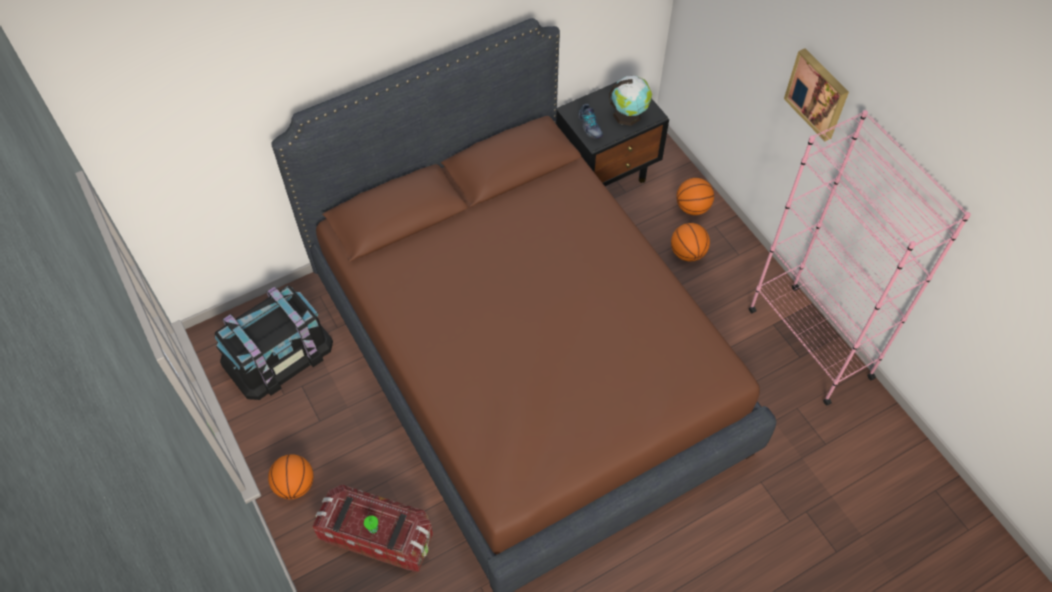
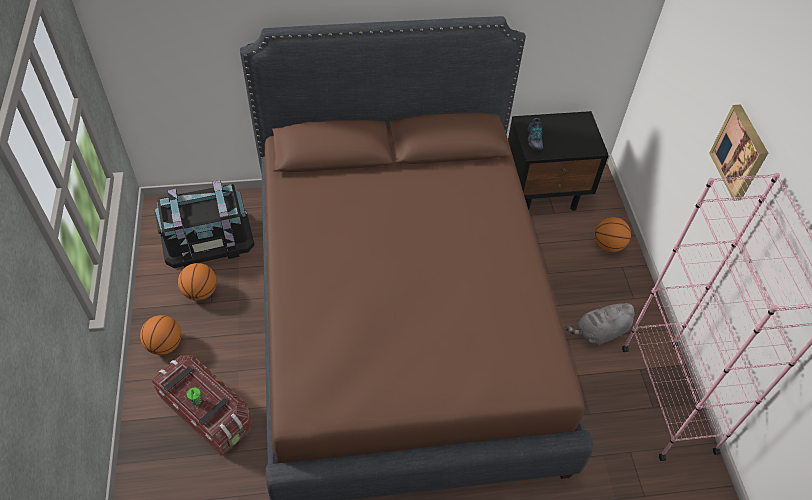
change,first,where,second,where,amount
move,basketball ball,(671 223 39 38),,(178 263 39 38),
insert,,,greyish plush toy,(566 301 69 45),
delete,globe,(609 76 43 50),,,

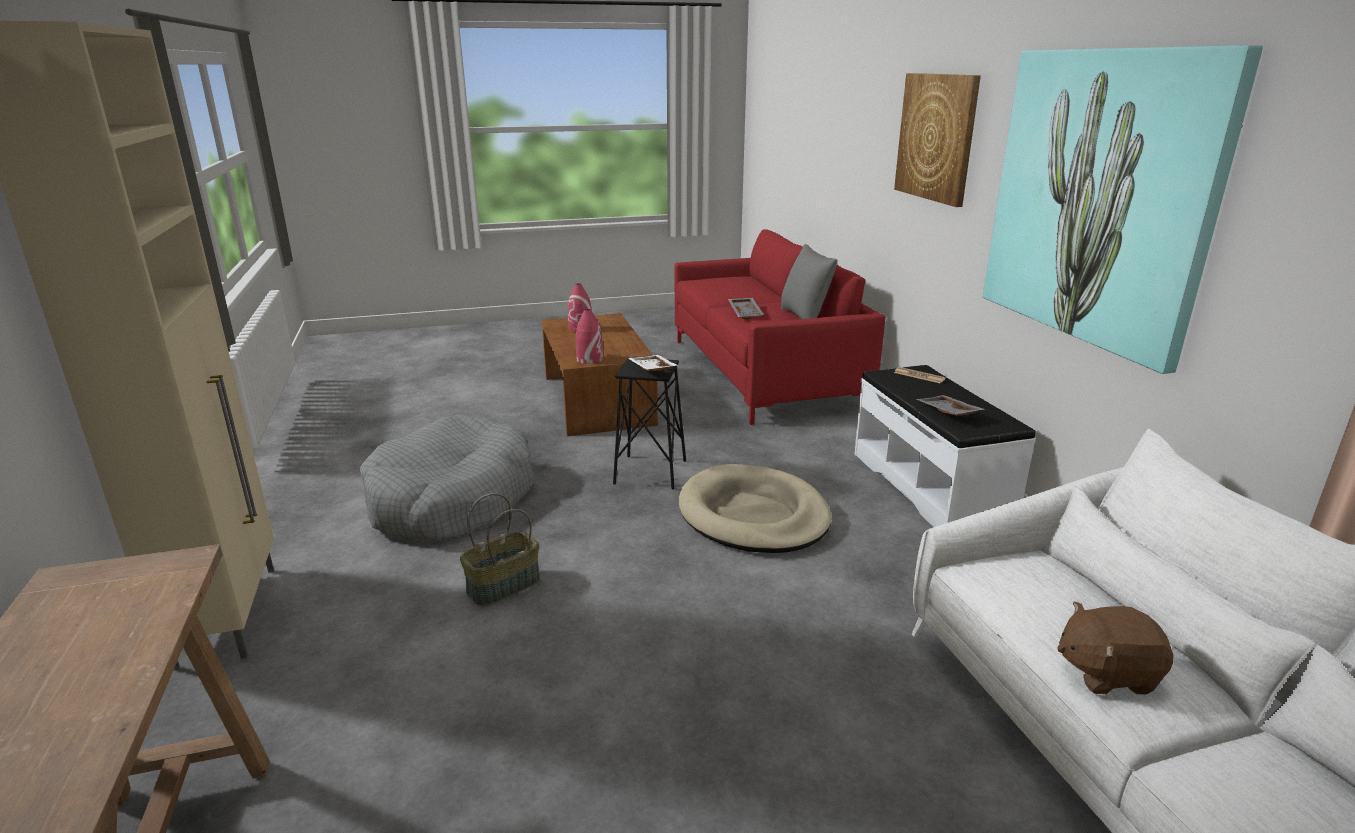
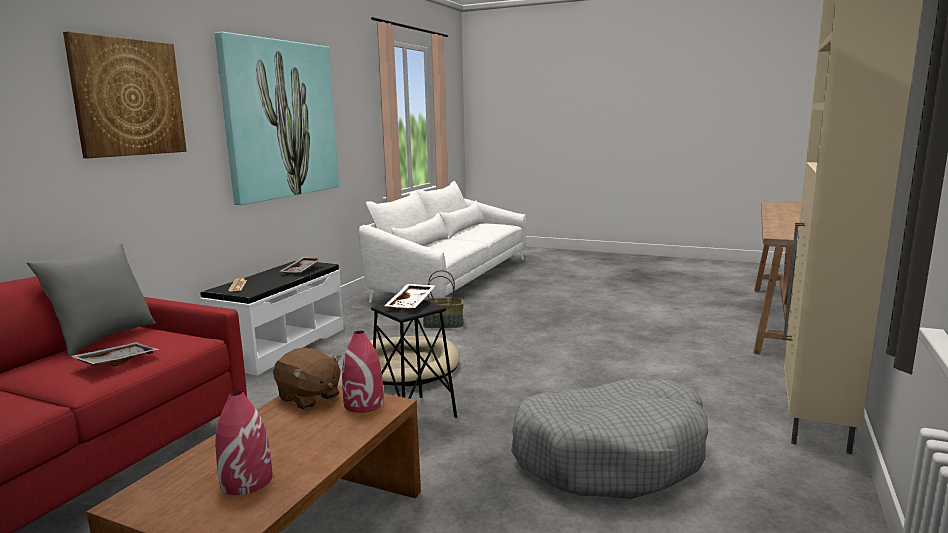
change,first,where,second,where,amount
move,brown-coloured plush toy,(1057 601 116 94),,(273 348 68 62),
move,household basket,(460 493 80 113),,(423 270 41 58),

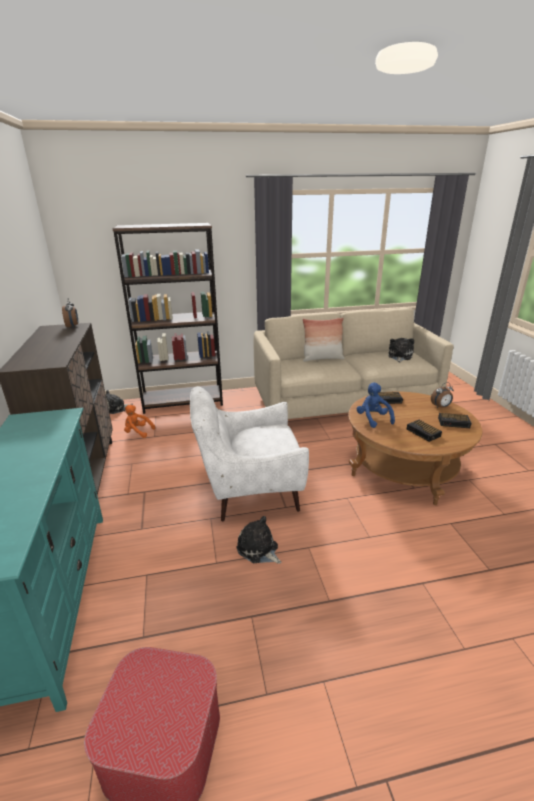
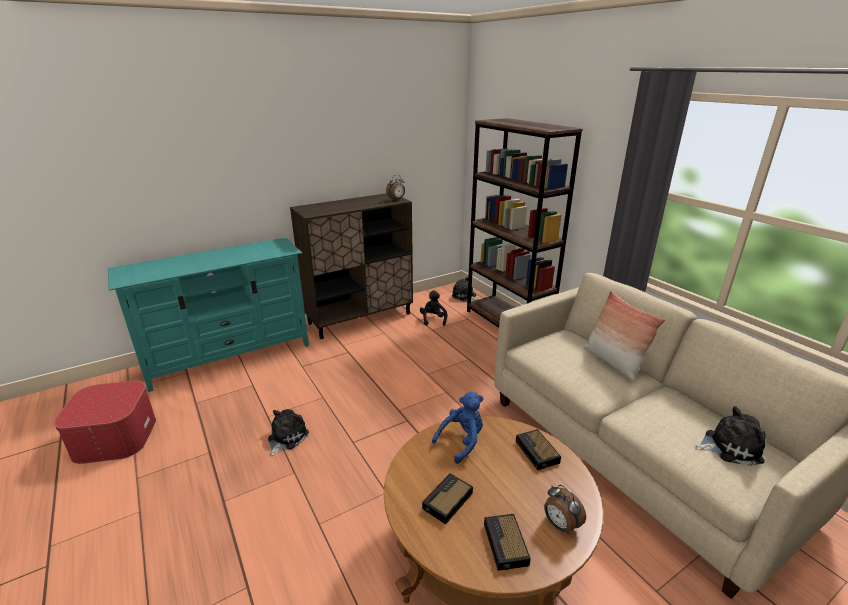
change,first,where,second,where,amount
recolor,orange plush toy,(124 405 31 33),black-coloured plush toy,(420 290 27 36),
delete,white lounge chair,(190 386 119 135),,,

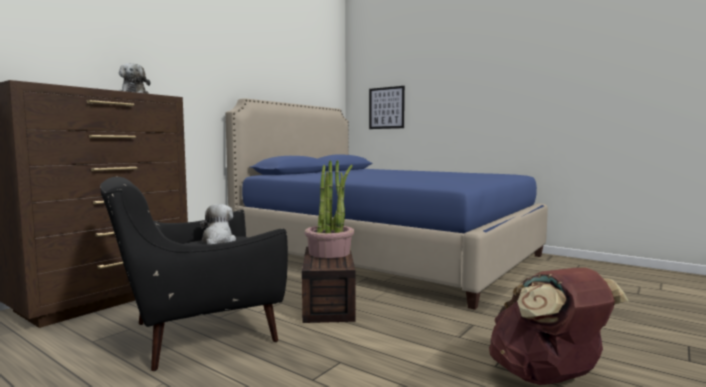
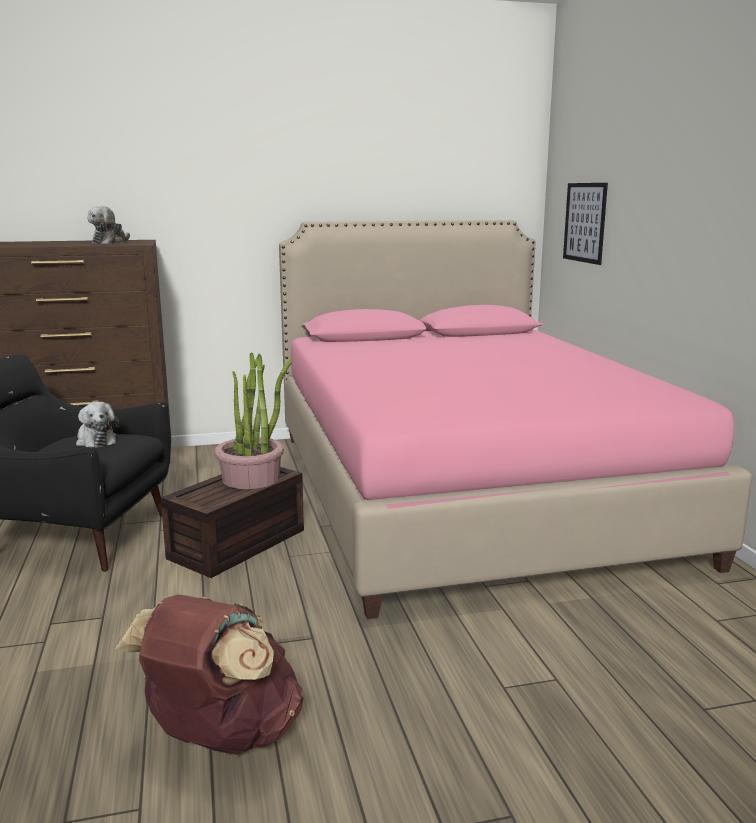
change,first,where,second,where,amount
rotate,plush toy,(199 204 37 40),,(76 402 44 46),105 degrees clockwise
recolor,bluish bedroom bed,(225 98 323 212),pink-coloured bedroom bed,(279 220 473 399),

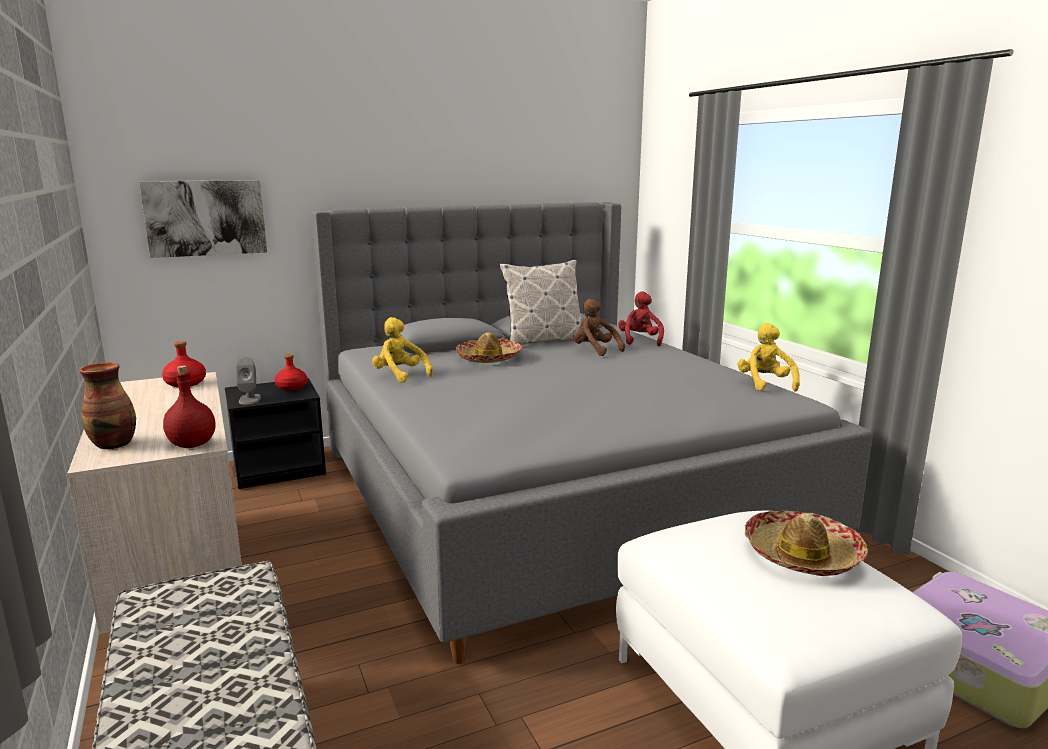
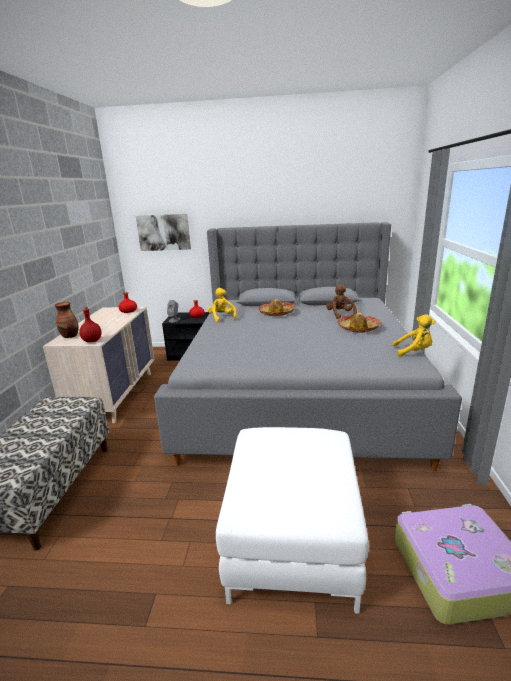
change,first,where,second,where,amount
move,clothing hat,(745 511 123 65),,(337 312 44 21),
rotate,yellow-coloured plush toy,(737 323 63 69),,(393 314 42 43),75 degrees clockwise
delete,pillow,(499 260 83 85),,,
delete,red plush toy,(618 291 46 55),,,

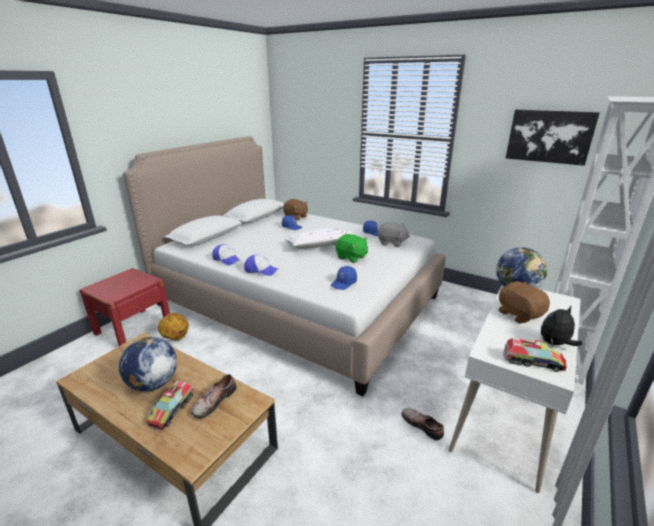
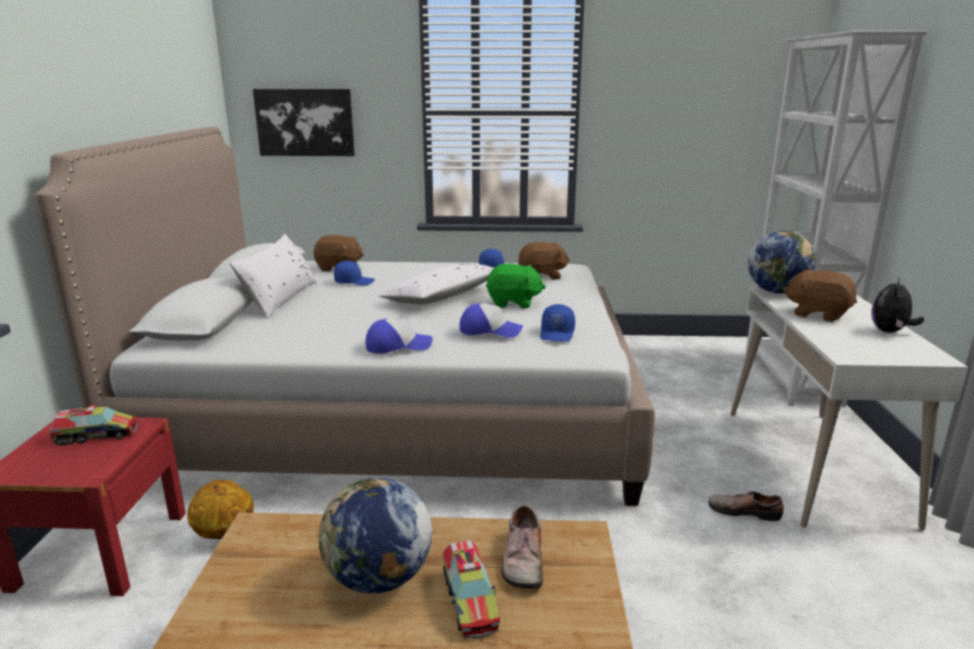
change,first,where,second,where,amount
move,toy lorry,(503 338 64 34),,(50 405 88 40),
insert,,,white pillow,(229 234 88 85),
move,wall art,(506 110 94 56),,(253 89 102 67),
move,baseball cap,(212 244 29 22),,(459 303 64 35),
recolor,greyish plush toy,(378 222 32 25),brown-coloured plush toy,(518 242 52 38),

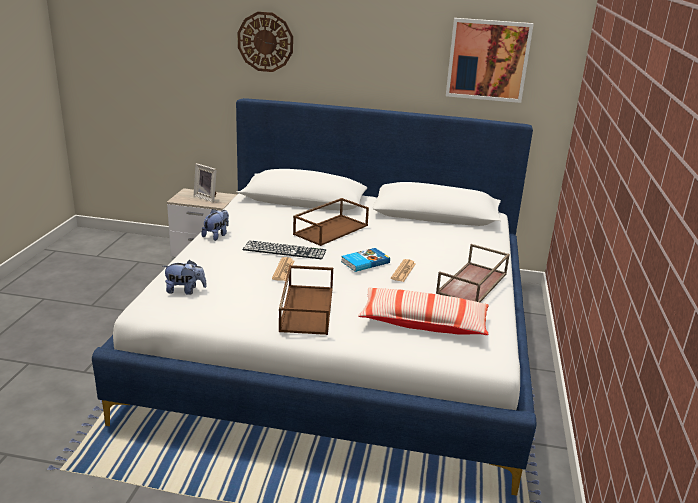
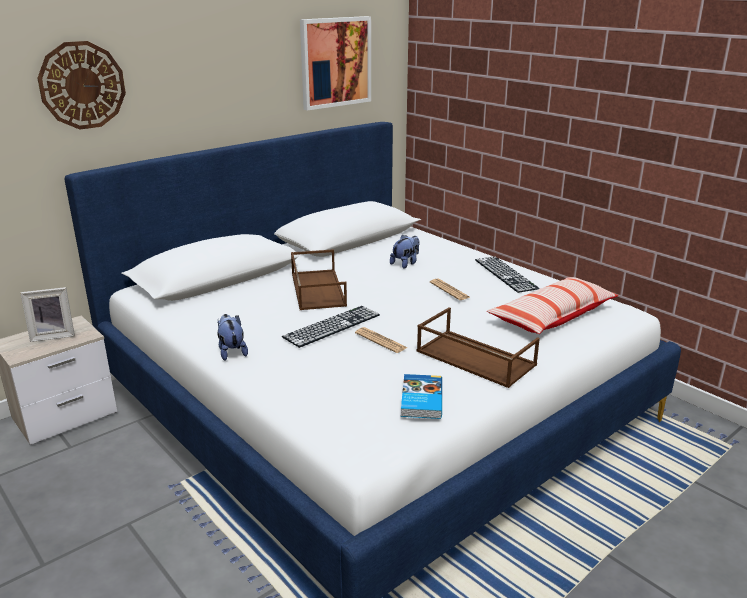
change,first,where,second,where,amount
move,plush toy,(163 260 44 35),,(390 235 29 34),
move,bound book,(341 248 49 24),,(401 374 41 45),
replace,brown-coloured carrying tray,(436 244 74 58),computer keyboard,(475 256 65 37),

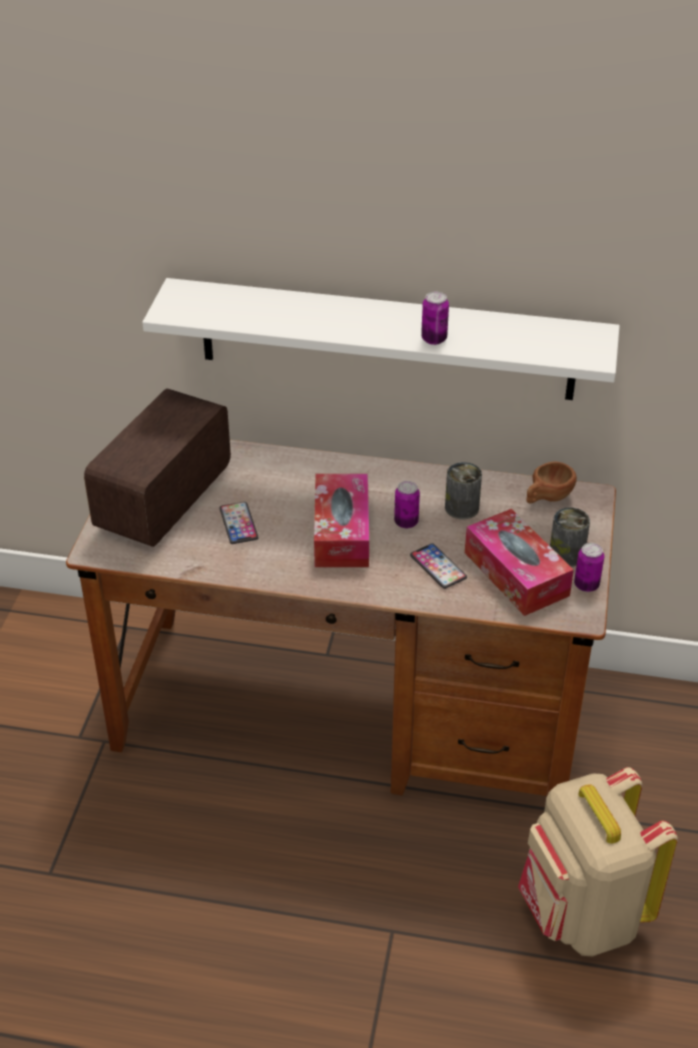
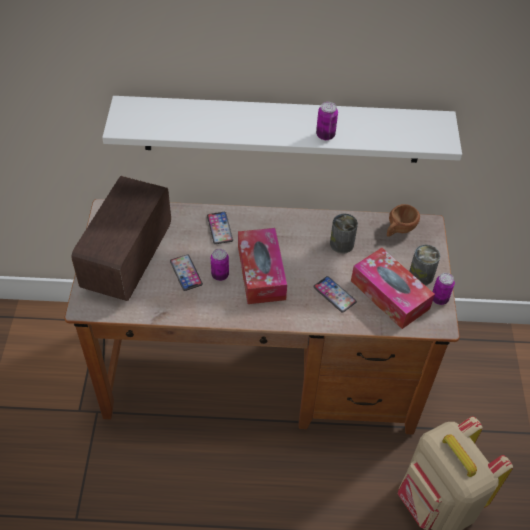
change,first,where,second,where,amount
insert,,,phone,(207 212 26 32),
move,can,(394 481 26 47),,(211 249 18 32),

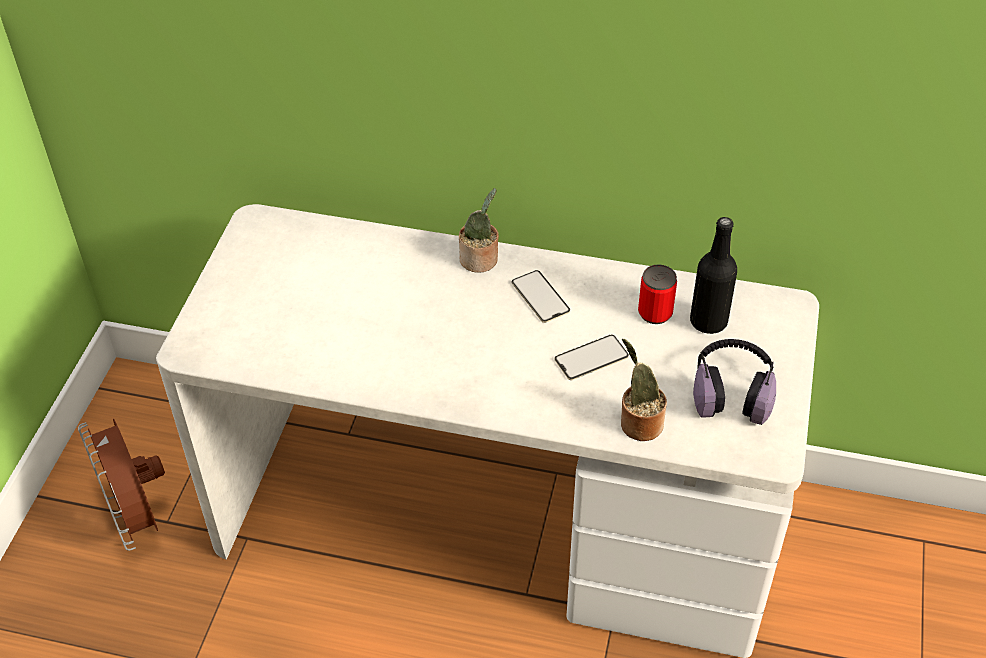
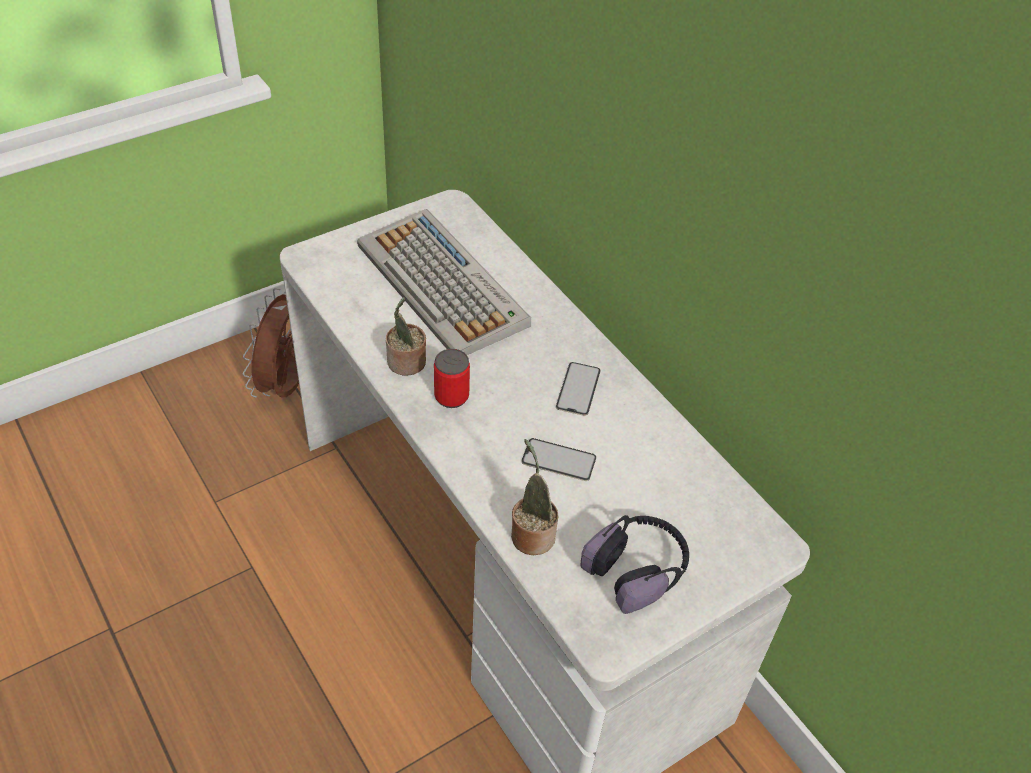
change,first,where,second,where,amount
insert,,,computer keyboard,(357 209 174 146),
move,potted plant,(459 188 40 85),,(386 297 40 78),
move,can,(638 265 39 59),,(434 349 36 59),
delete,black-coloured bottle,(690 217 47 117),,,

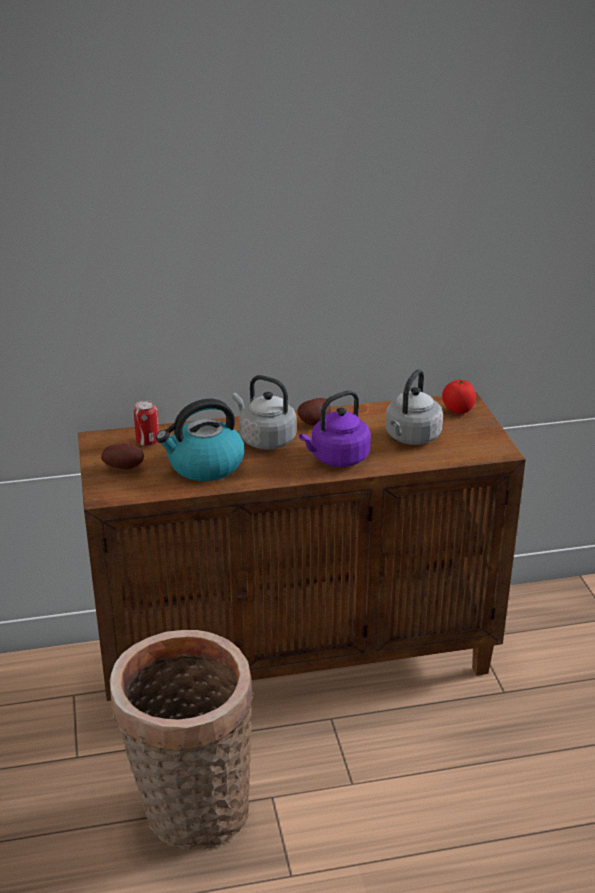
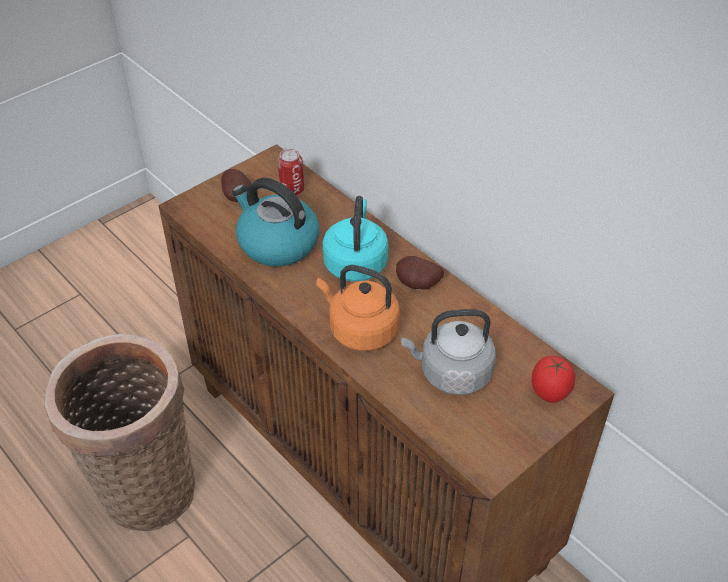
change,first,where,second,where,amount
recolor,purple kettle,(299 390 72 77),orange kettle,(316 265 84 86),
recolor,greyish kettle,(233 375 64 75),turquoise kettle,(323 196 65 86),

